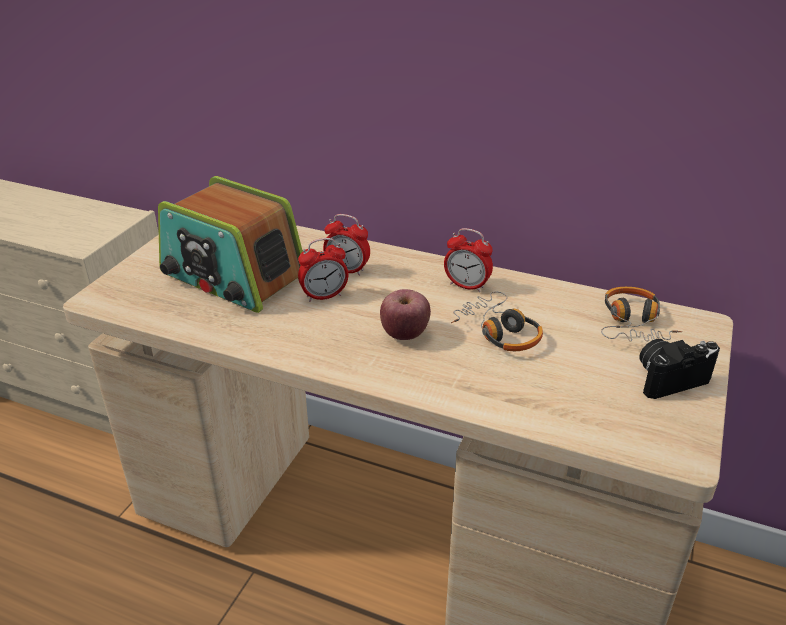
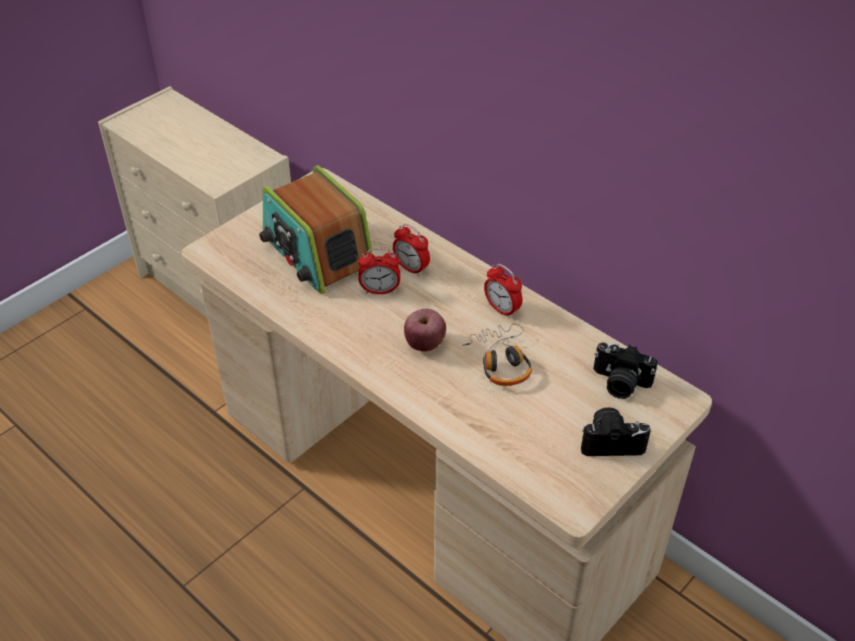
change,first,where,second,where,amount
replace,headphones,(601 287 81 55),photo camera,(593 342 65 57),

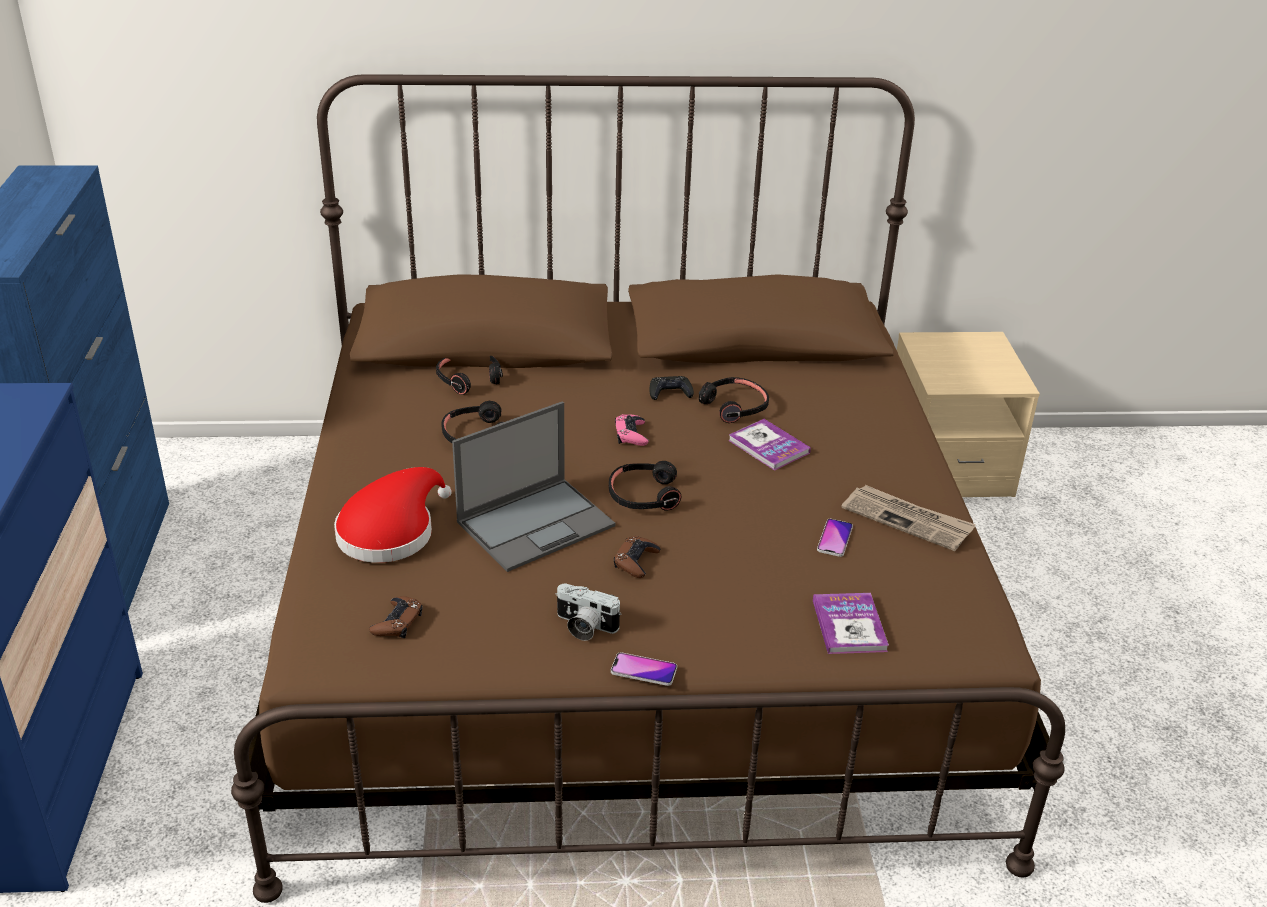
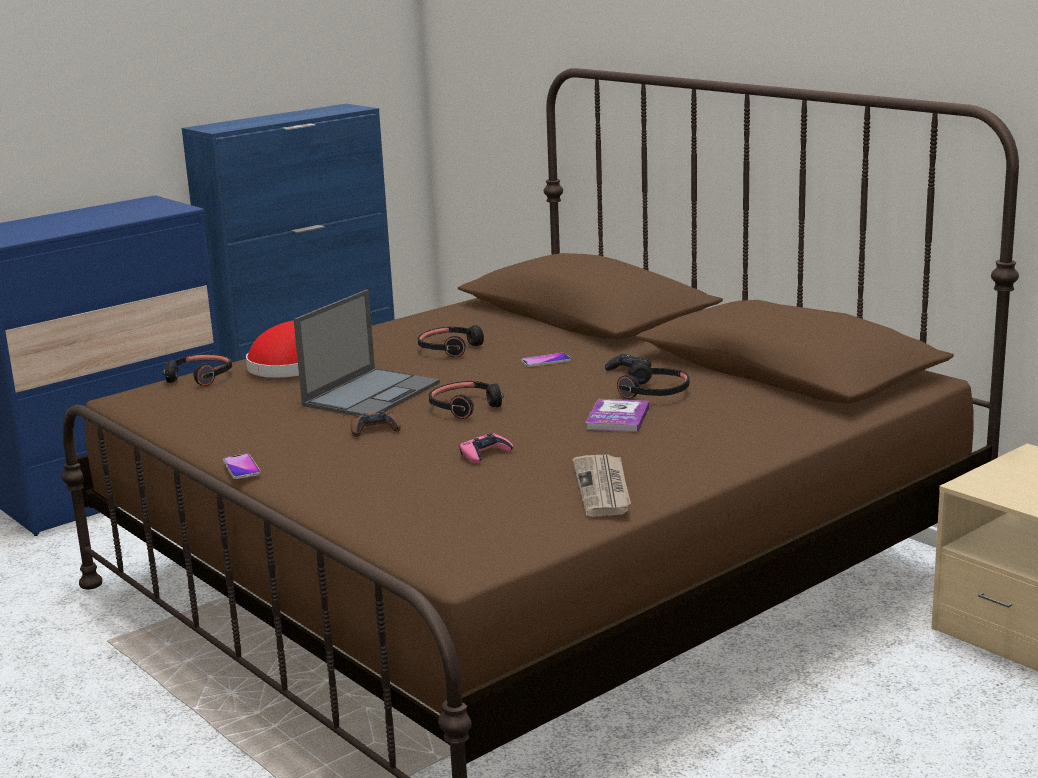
change,first,where,second,where,amount
move,black-coloured headphones,(436 356 67 39),,(163 354 69 32),
rotate,laptop,(452 401 163 171),,(294 290 146 126),75 degrees counterclockwise
move,pink-coloured game controller,(615 414 34 32),,(459 433 54 31),
move,phone,(817 519 36 38),,(521 353 50 14),
delete,brown-coloured game controller,(369 596 54 42),,,
delete,photo camera,(556 584 65 57),,,
delete,bound book,(813 593 76 61),,,

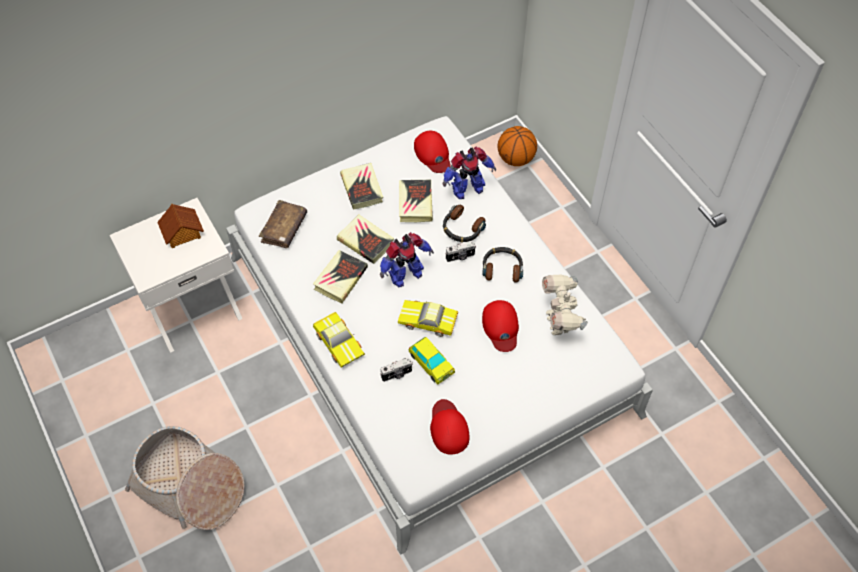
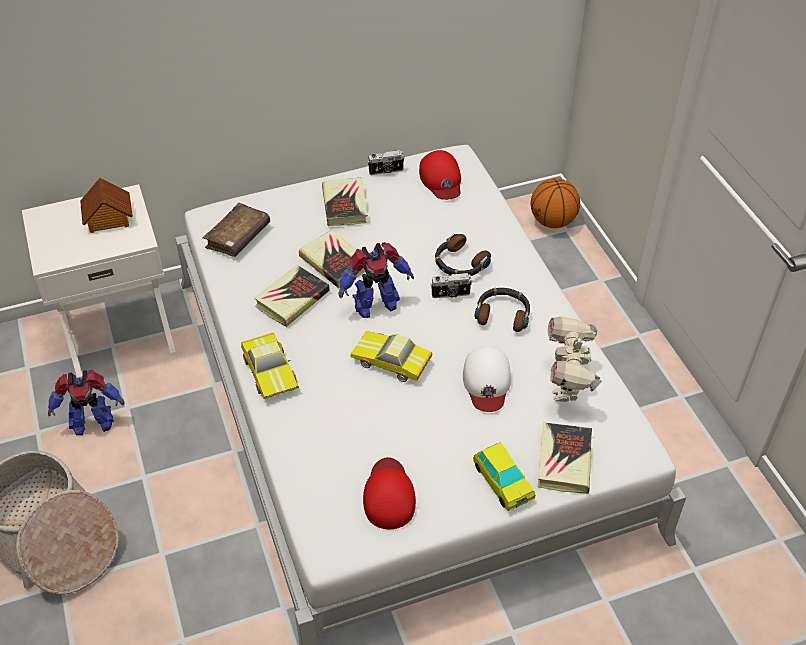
change,first,where,second,where,amount
move,model robot,(443 146 53 53),,(48 370 76 65),
move,photo camera,(380 358 33 24),,(367 150 37 25),
recolor,red baseball cap,(482 300 37 52),white baseball cap,(463 346 48 66),
move,toy car,(408 337 47 48),,(473 442 62 69),
move,bound book,(399 180 34 42),,(538 422 54 72),

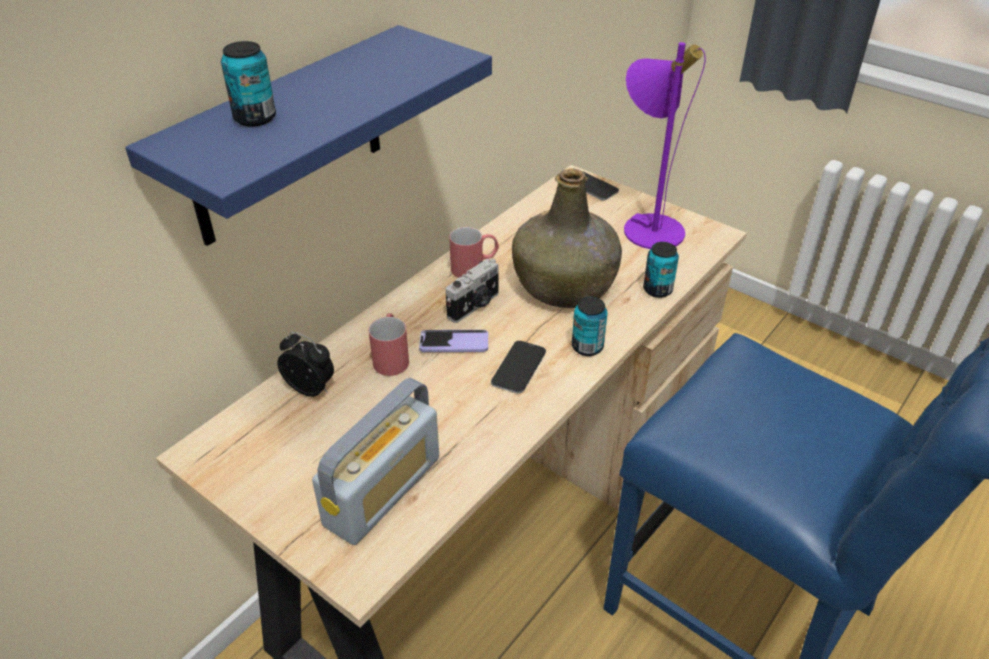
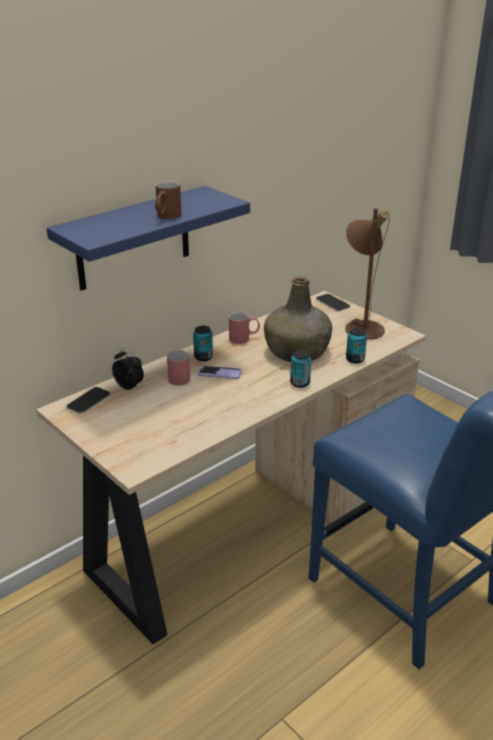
change,first,where,second,where,amount
move,phone,(491 341 55 53),,(67 387 43 26),
insert,,,brown-coloured coffee mug,(155 181 27 38),
move,can,(221 41 55 86),,(193 326 20 35),
recolor,purple lamp for a table,(624 42 82 207),brown-coloured lamp for a table,(345 208 45 132),
delete,radio set,(312 378 127 167),,,
delete,photo camera,(446 258 53 65),,,

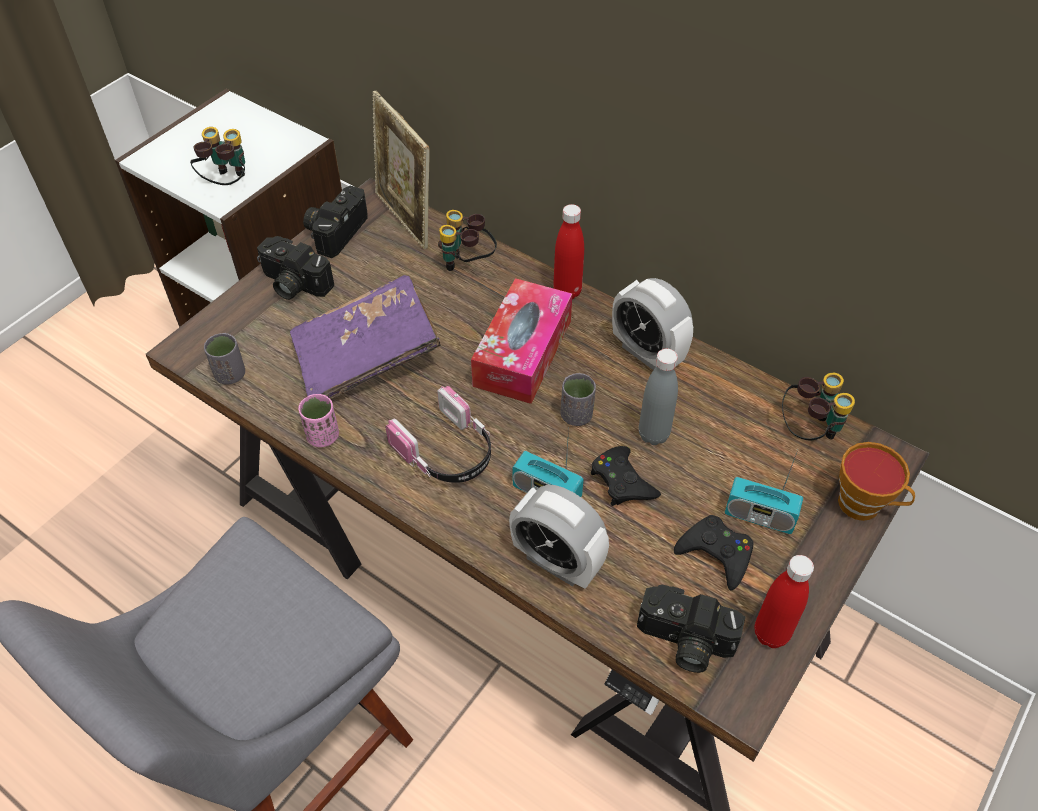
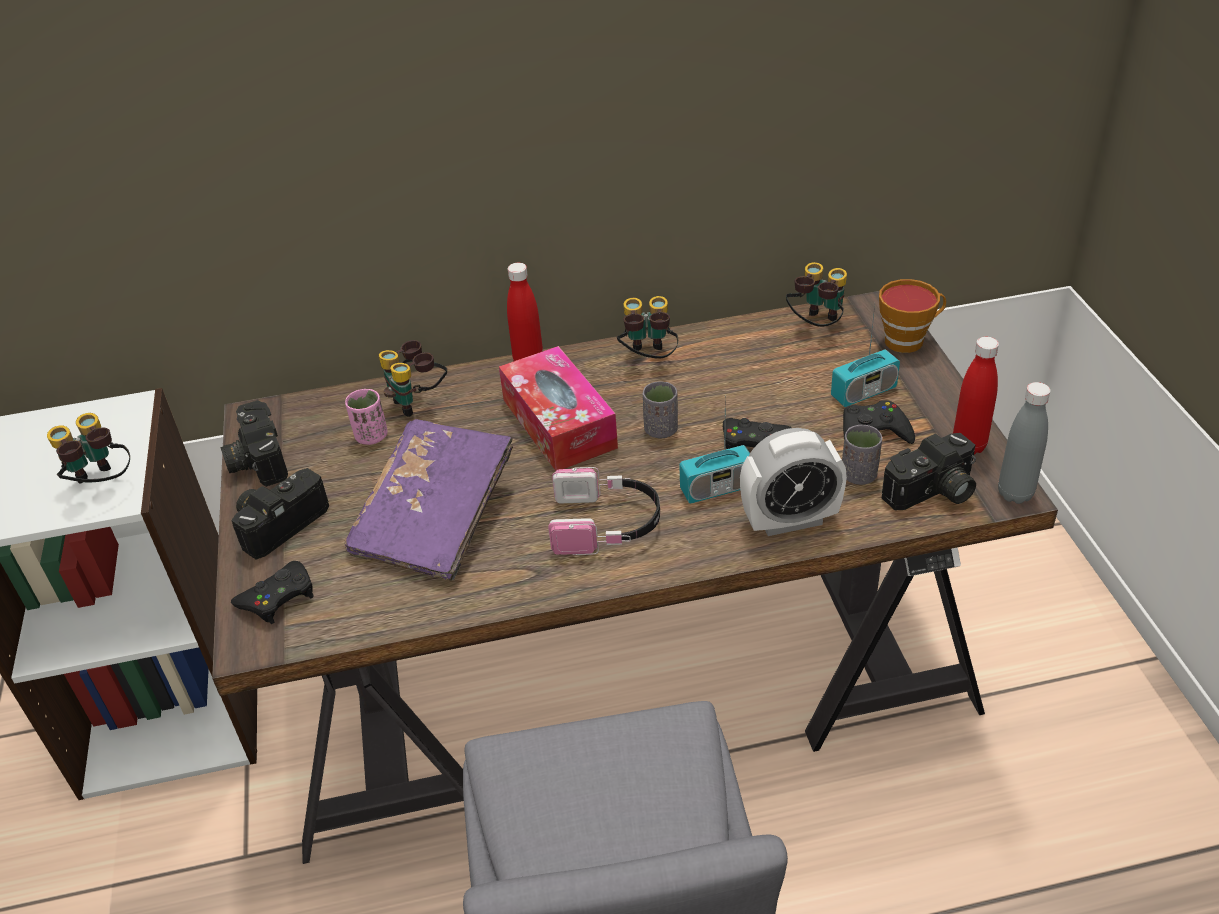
change,first,where,second,where,amount
rotate,photo camera,(257 236 77 64),,(231 468 98 92),150 degrees clockwise
insert,,,black-coloured game controller,(231 561 83 63),
move,pink-coloured cup,(298 394 41 53),,(345 389 43 56),
replace,alarm clock,(612 278 81 92),pair of binoculars,(617 296 61 63),
move,greyish cup,(204 333 41 52),,(842 425 40 60),
move,greyish bottle,(639 349 39 96),,(998 382 52 122),
delete,photo frame,(372 91 58 159),,,

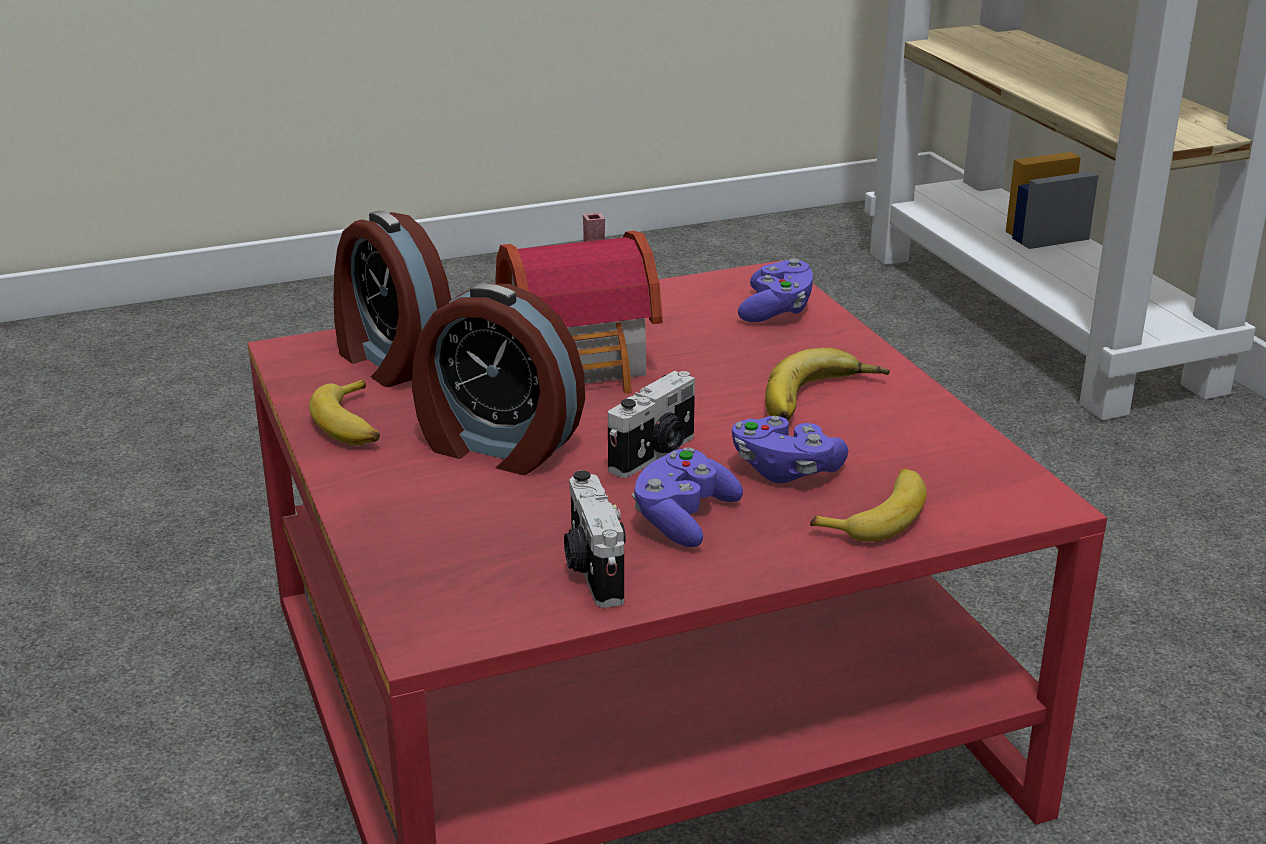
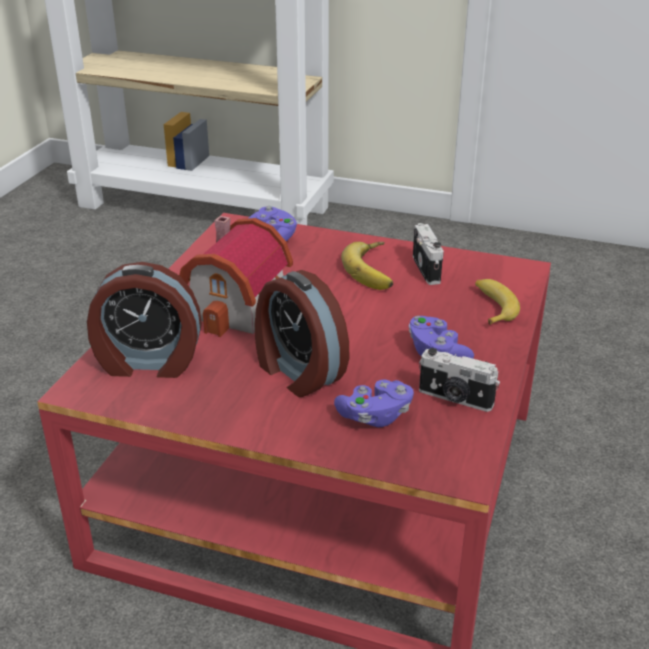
change,first,where,second,where,amount
rotate,alarm clock,(412 284 173 191),,(255 270 94 127),75 degrees clockwise
move,purple game controller,(732 416 116 67),,(334 380 80 47),
move,photo camera,(608 371 87 107),,(413 223 31 62),
delete,banana,(309 379 71 66),,,

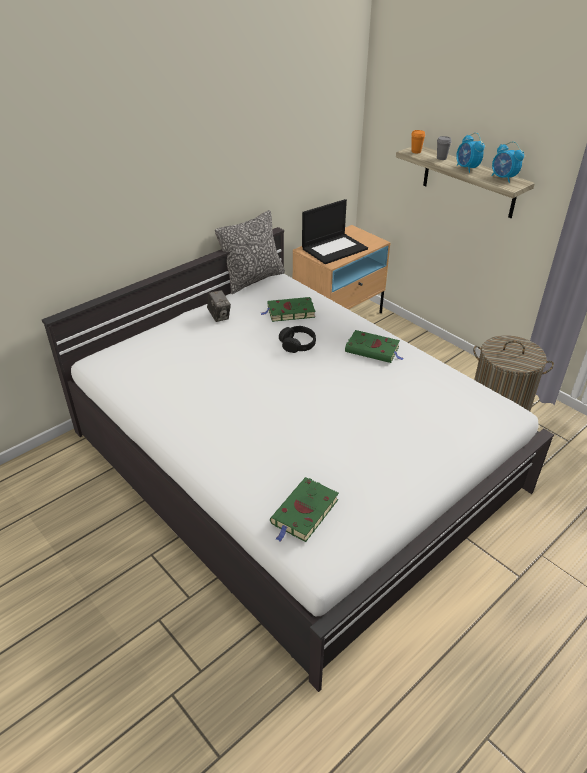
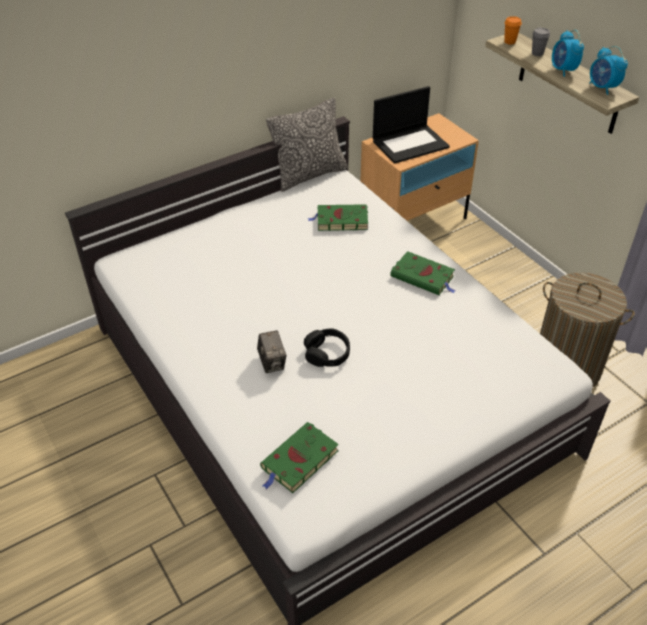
change,first,where,second,where,amount
move,photo camera,(207 290 24 32),,(257 330 29 43),
move,black-coloured headphones,(279 326 37 27),,(304 329 46 38),

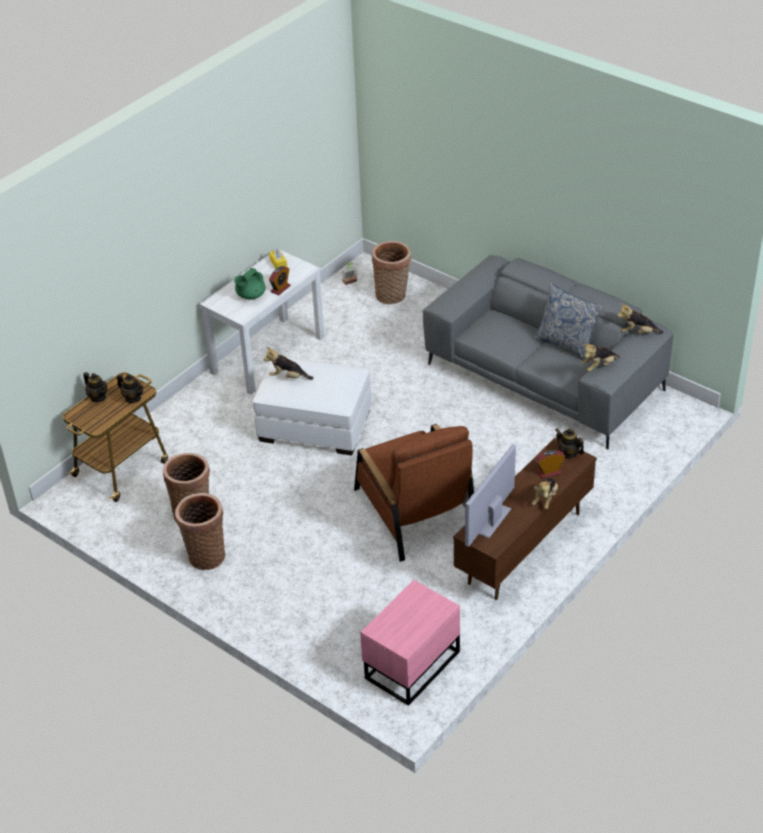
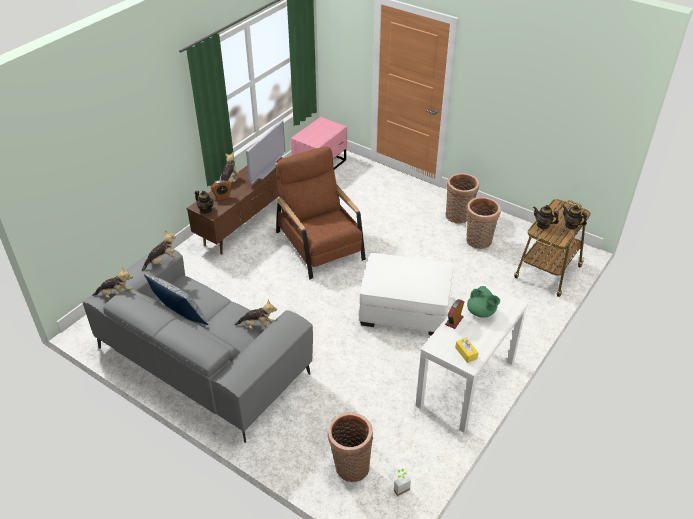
change,first,where,second,where,amount
move,plush toy,(263 347 51 32),,(235 299 42 30),
rotate,green teapot,(234 268 32 31),,(467 286 33 32),105 degrees clockwise

